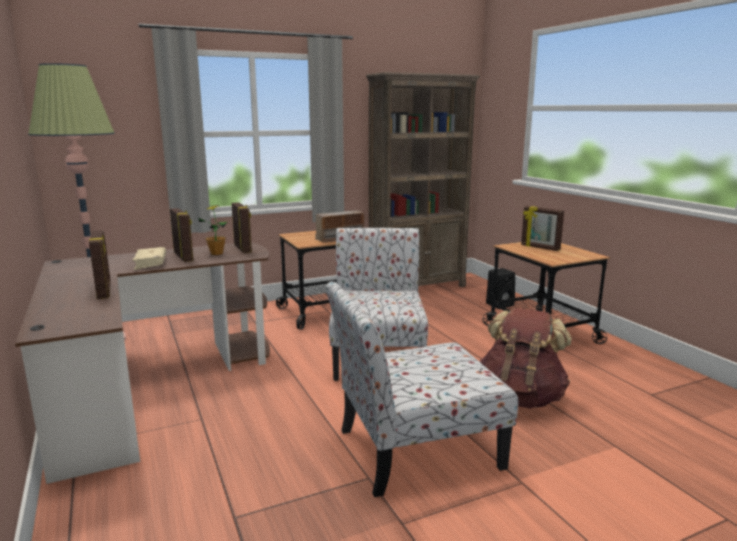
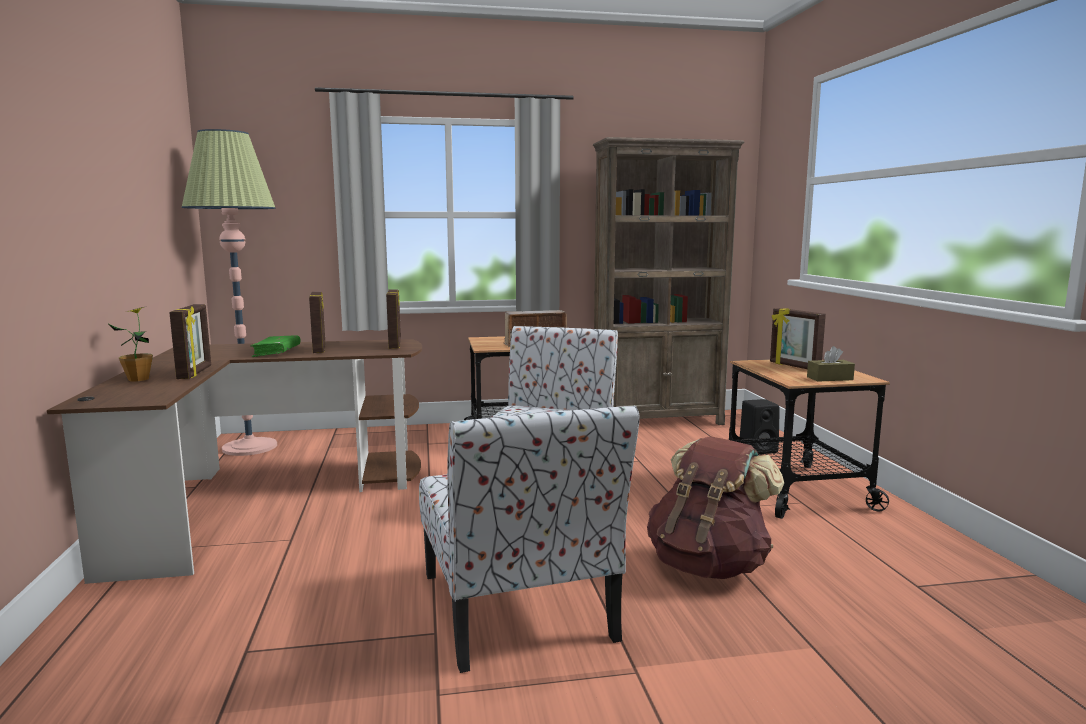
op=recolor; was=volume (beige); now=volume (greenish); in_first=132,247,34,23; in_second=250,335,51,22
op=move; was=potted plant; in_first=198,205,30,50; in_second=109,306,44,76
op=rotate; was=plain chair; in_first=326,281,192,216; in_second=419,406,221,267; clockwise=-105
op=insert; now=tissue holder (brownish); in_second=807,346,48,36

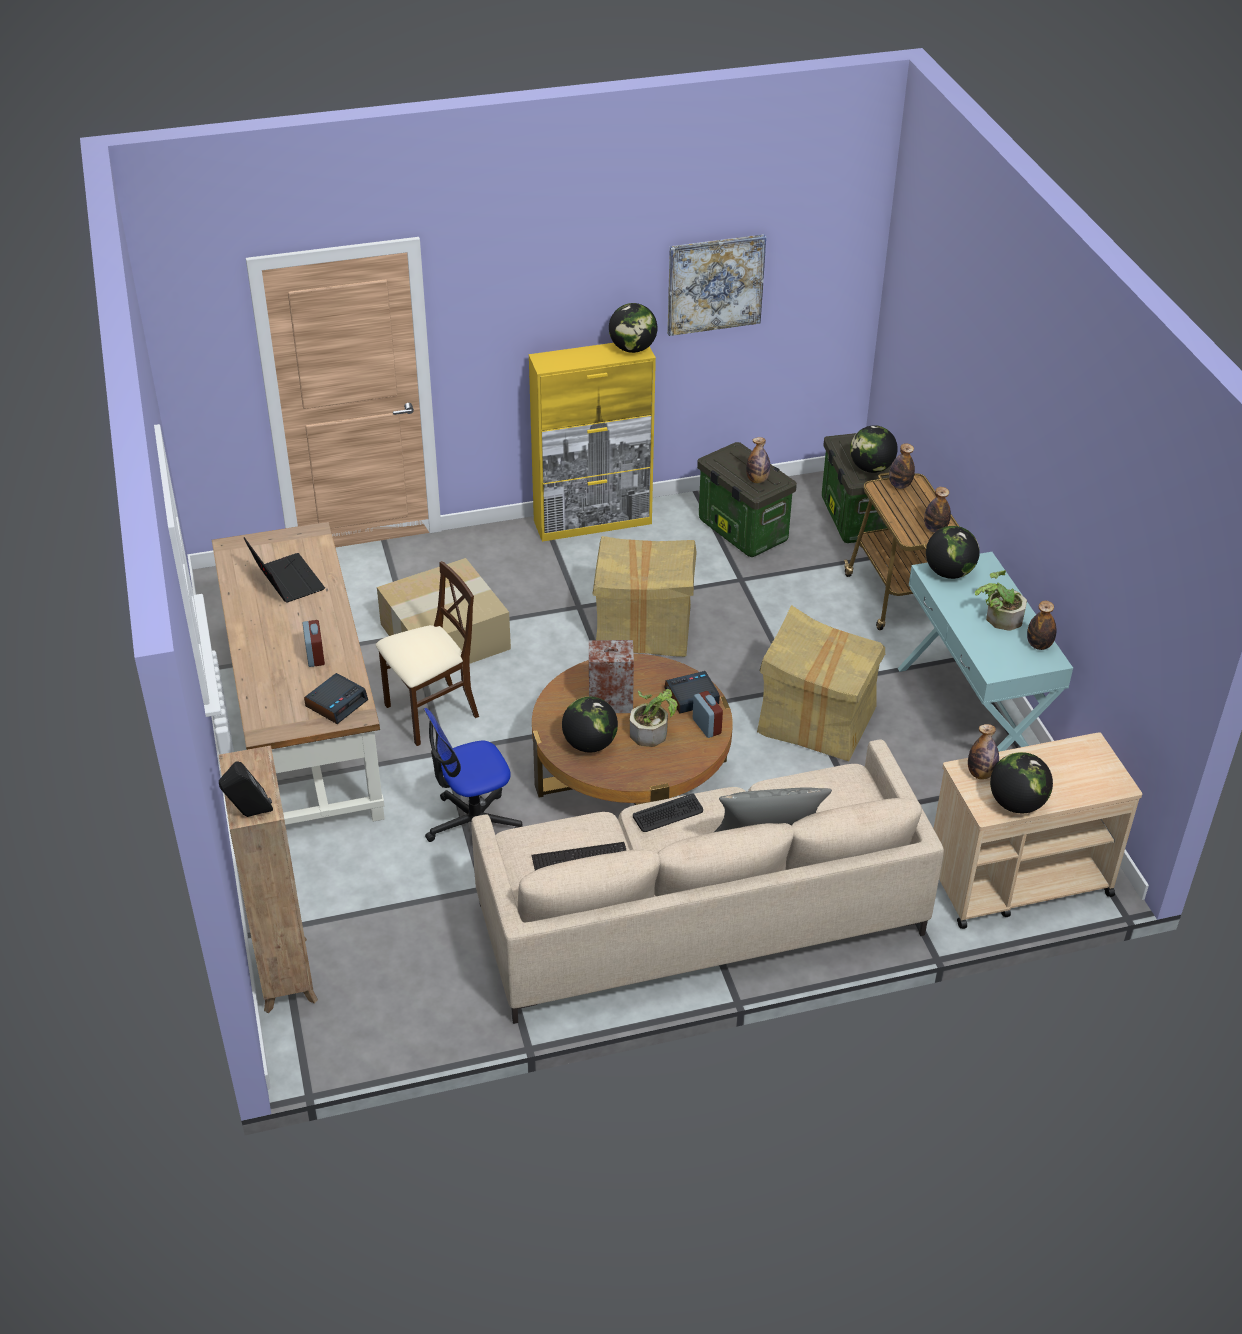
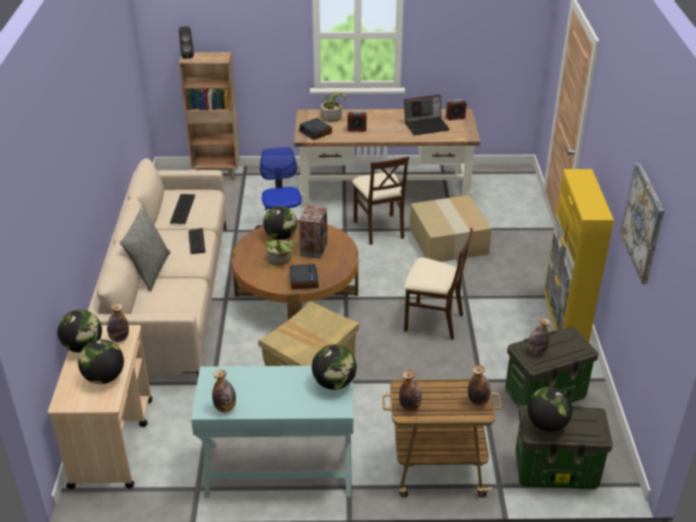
op=replace; was=packing box; now=plain chair (beige); in_first=592,536,105,121; in_second=404,228,69,112
op=move; was=globe; in_first=609,303,48,50; in_second=78,339,46,45
op=move; was=table clock; in_first=693,691,30,47; in_second=446,99,21,21
op=move; was=potted plant; in_first=975,570,52,61; in_second=321,92,25,30

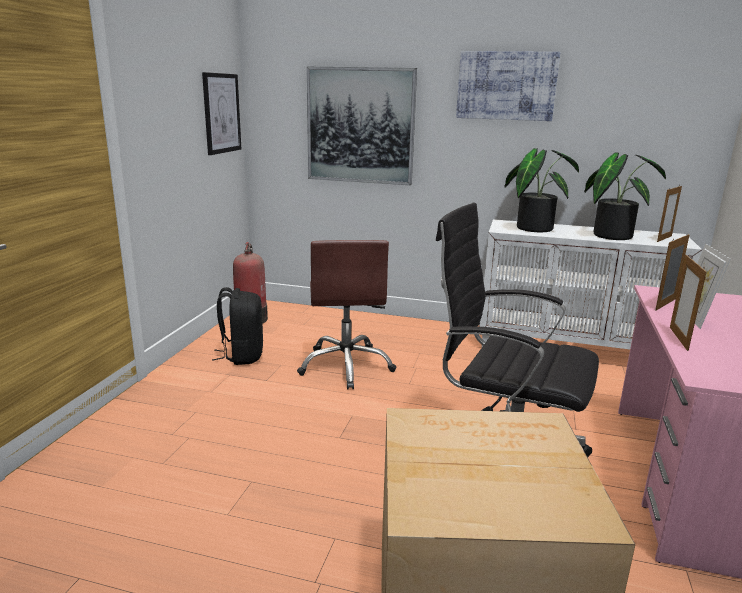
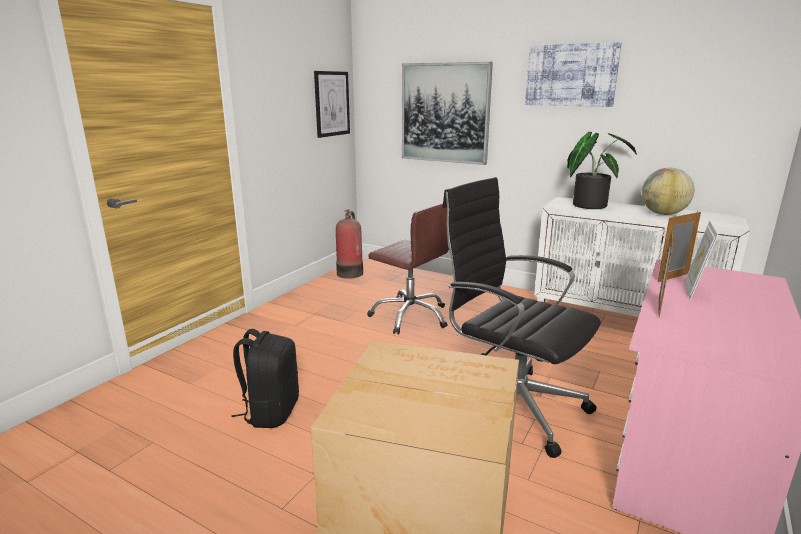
op=move; was=knapsack (black); in_first=212,287,51,78; in_second=231,329,68,99
op=rotate; was=computer chair (brownish); in_first=297,240,99,149; in_second=367,203,82,131; clockwise=-60
op=replace; was=potted plant; now=globe; in_first=584,152,82,88; in_second=642,168,52,47
op=delete; was=picture frame; in_first=657,186,25,56

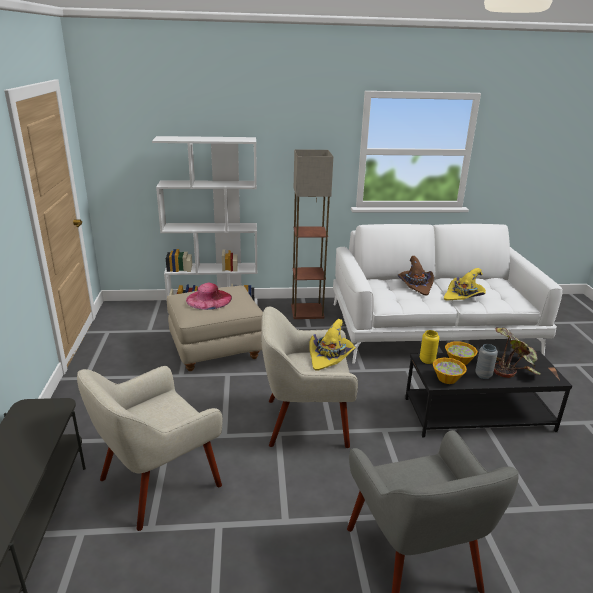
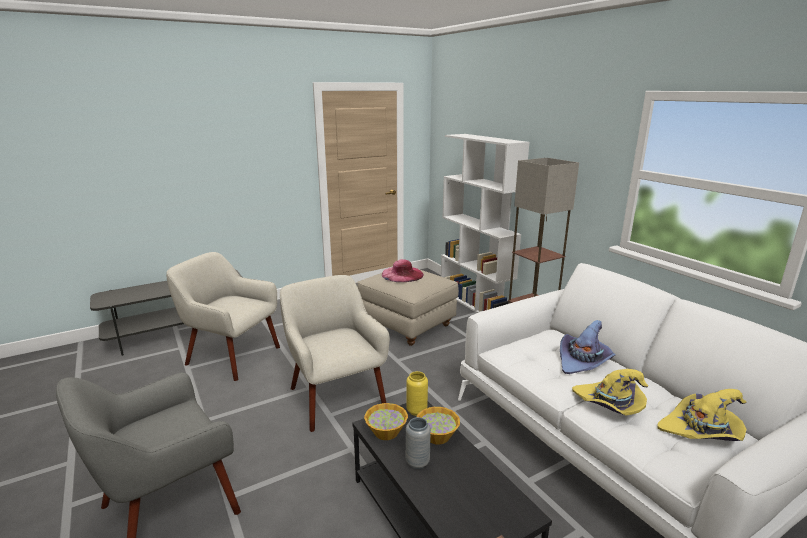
op=move; was=hat (yellowish); in_first=309,319,46,51; in_second=657,389,89,52
op=recolor; was=hat (brownish); now=hat (purplish); in_first=398,256,36,40; in_second=560,320,55,54
op=delete; was=potted plant; in_first=494,327,46,51

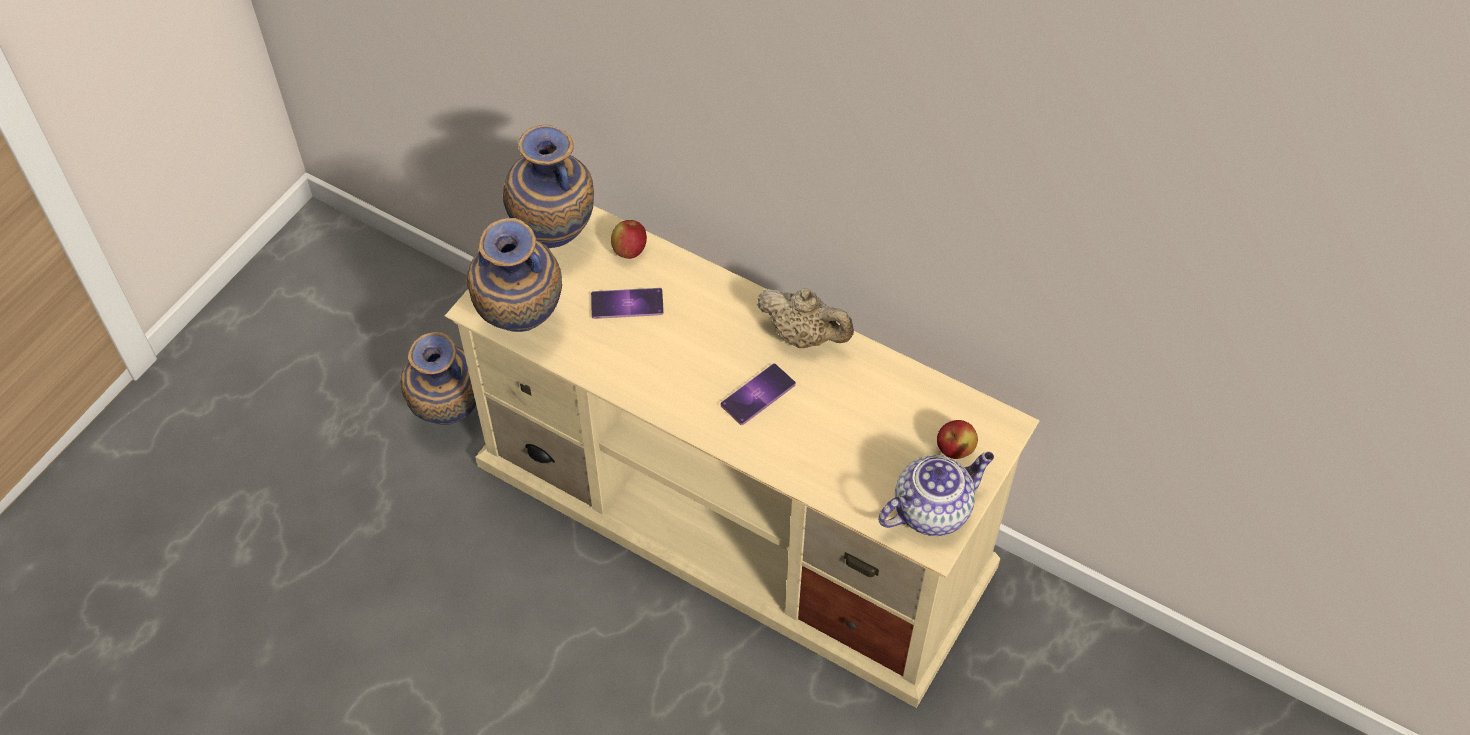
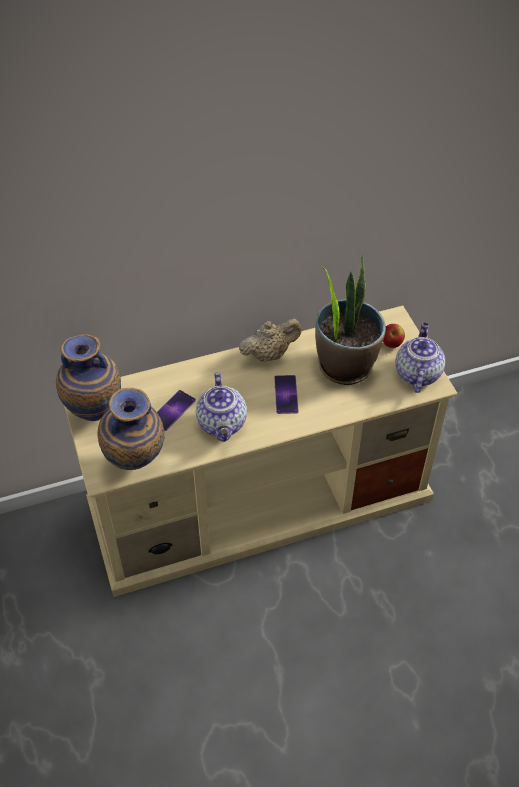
op=delete; was=decorative vase; in_first=400,332,76,93
op=delete; was=whole apple; in_first=611,220,36,39
op=insert; now=tea pot; in_second=196,373,51,69
op=insert; now=potted plant; in_second=315,255,71,130

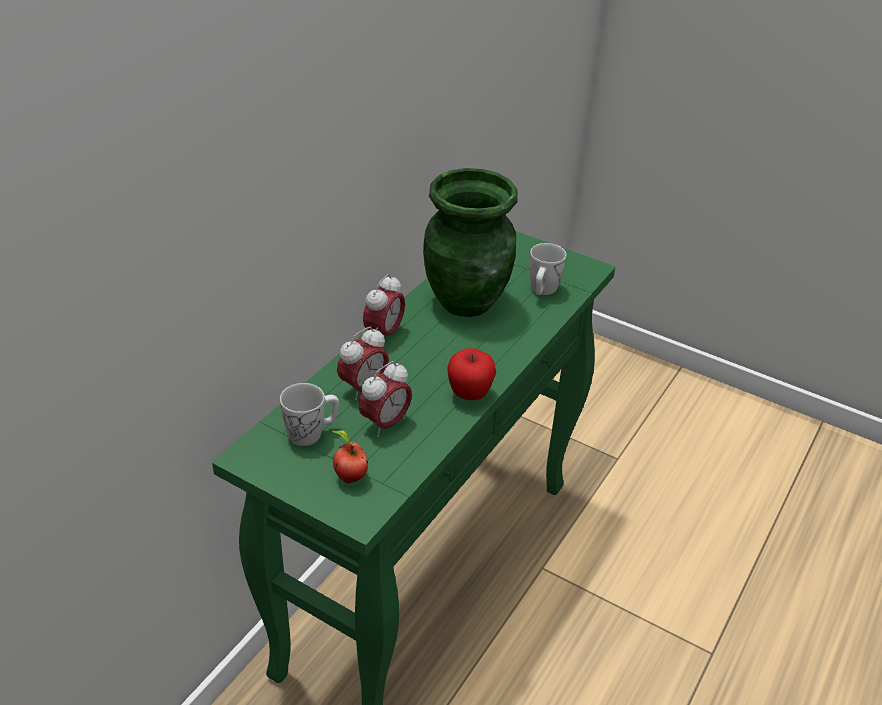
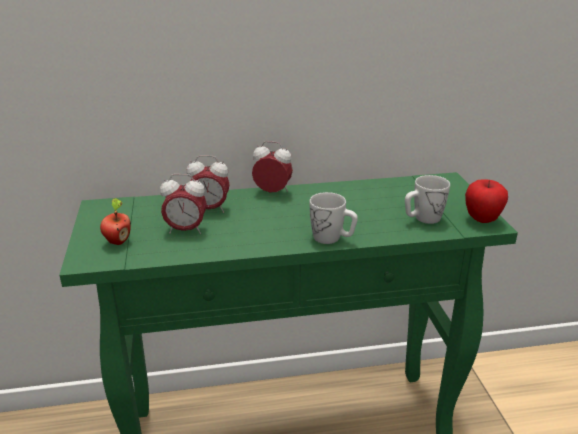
op=move; was=mug (white-coloured); in_first=280,383,59,63; in_second=309,192,49,52
op=rotate; was=table clock; in_first=363,274,42,62; in_second=252,141,41,51; clockwise=-150
op=delete; was=decorative vase (greenish); in_first=423,168,94,149
op=move; was=whole apple; in_first=447,348,49,52; in_second=465,179,43,44

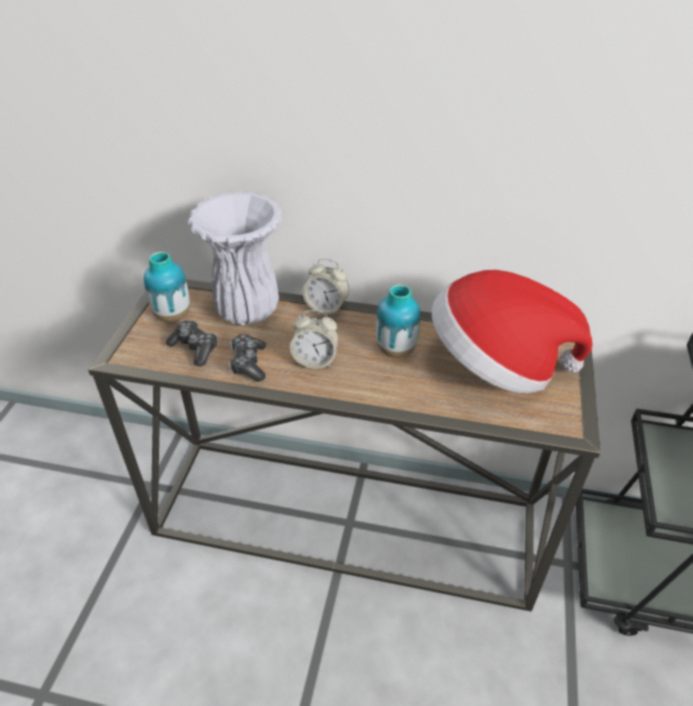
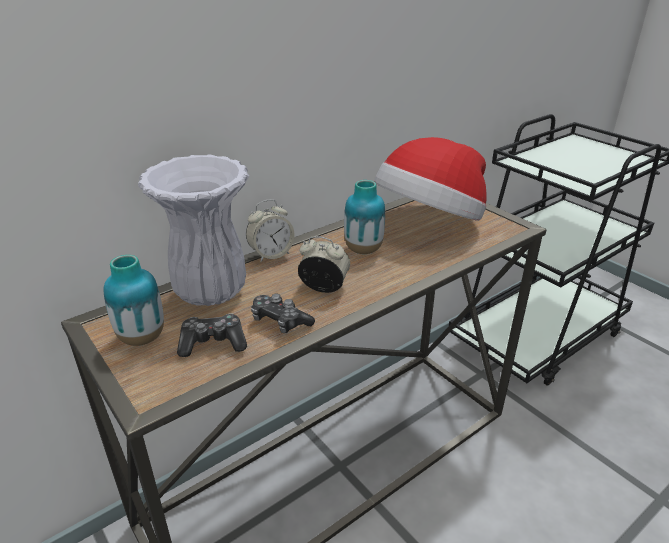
op=rotate; was=table clock; in_first=290,310,49,59; in_second=298,236,52,57; clockwise=-120

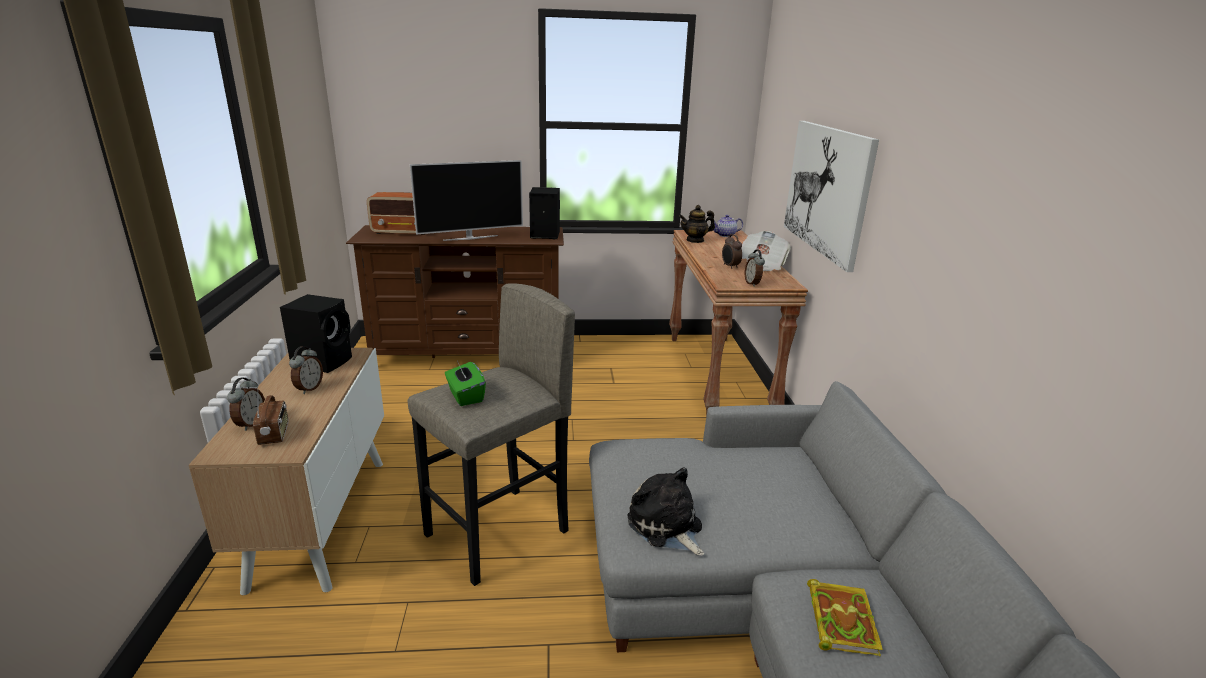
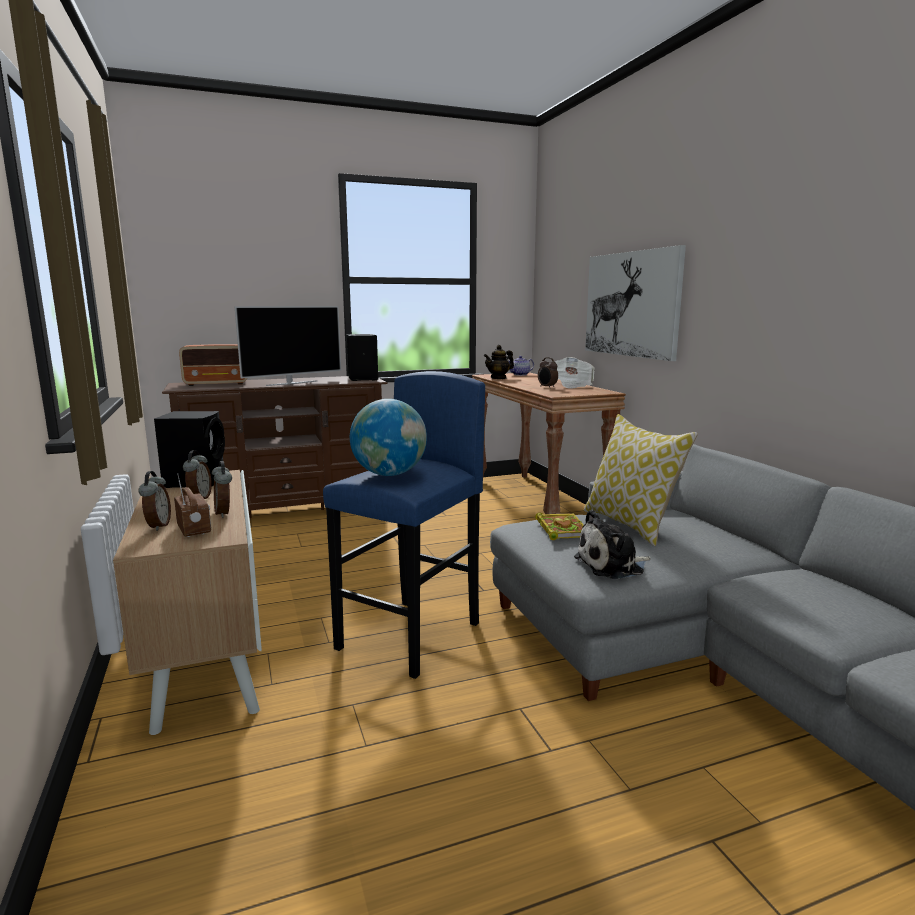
op=recolor; was=stool (gray); now=stool (blue-coloured); in_first=408,283,167,303; in_second=323,371,162,308
op=replace; was=tissue holder (greenish); now=globe; in_first=445,361,41,45; in_second=350,399,77,77
op=rotate; was=soft toy; in_first=627,467,77,89; in_second=574,510,77,69; clockwise=-60
op=move; was=table clock; in_first=745,250,20,37; in_second=212,461,20,57
op=move; was=volume; in_first=807,579,76,77; in_second=535,512,49,28
op=insert; now=cushion; in_second=584,414,114,132

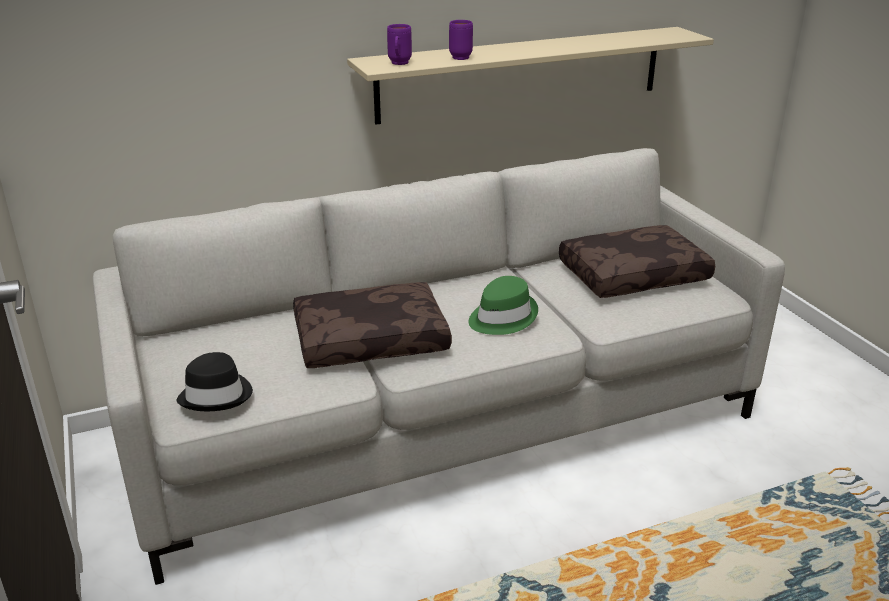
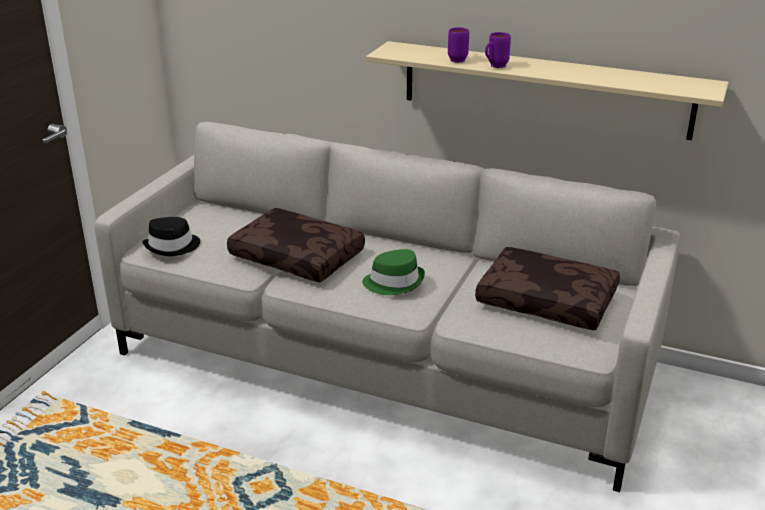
op=move; was=mug (purplish); in_first=387,24,25,41; in_second=485,32,26,36

